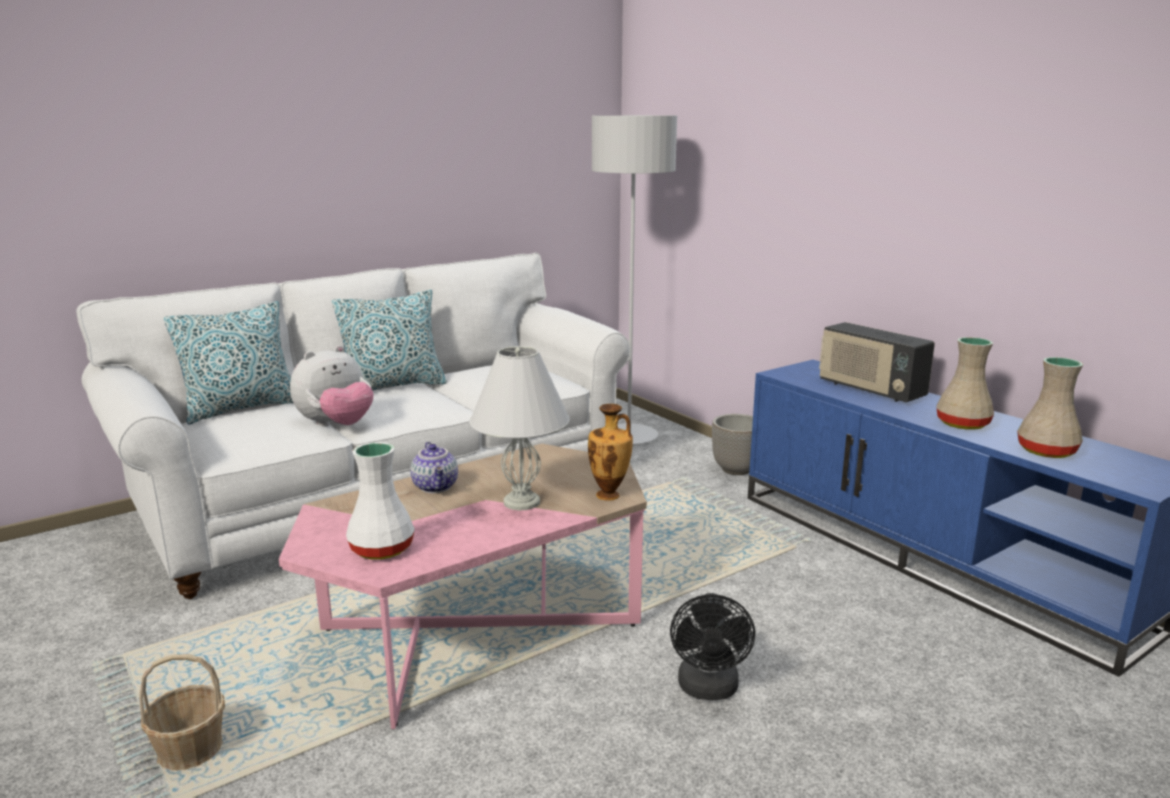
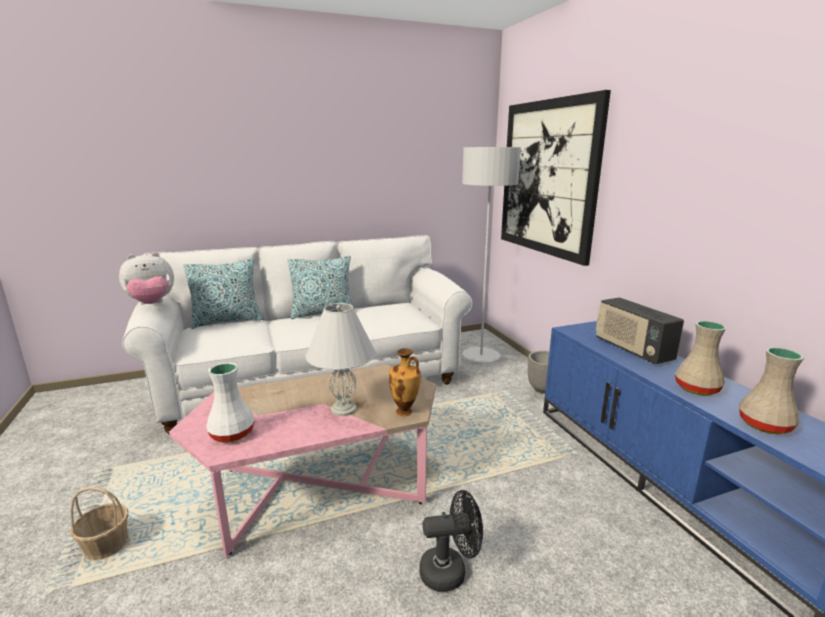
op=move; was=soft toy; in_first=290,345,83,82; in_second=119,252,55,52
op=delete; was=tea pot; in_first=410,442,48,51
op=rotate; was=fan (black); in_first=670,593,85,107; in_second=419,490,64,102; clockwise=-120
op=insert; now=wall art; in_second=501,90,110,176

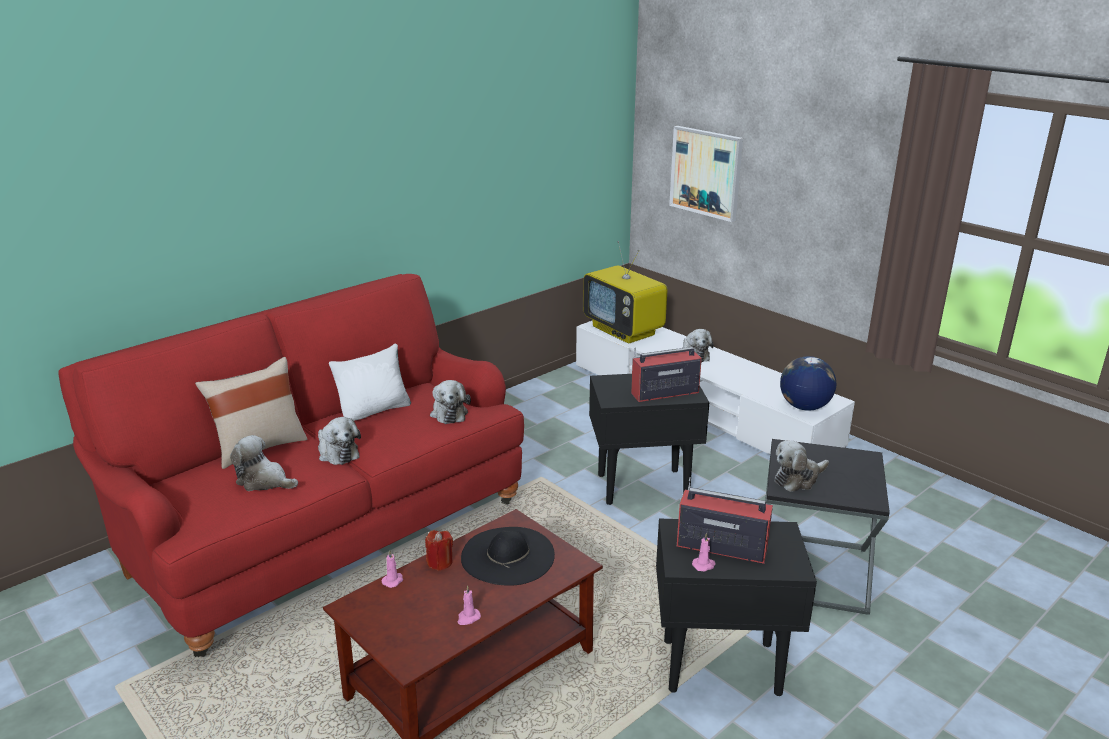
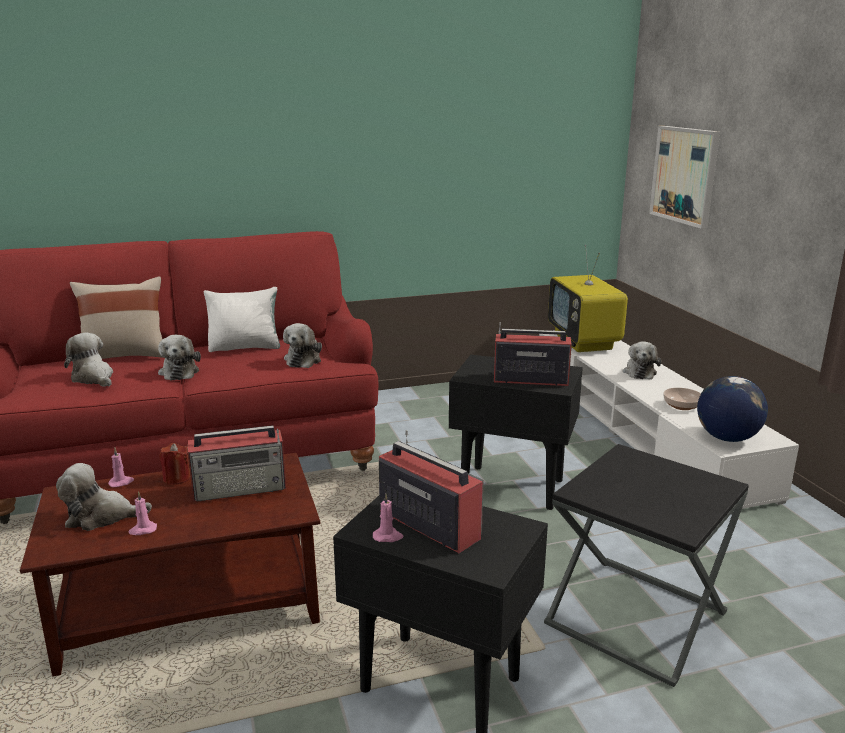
op=replace; was=hat (black); now=radio set; in_first=461,527,94,59; in_second=188,425,98,77
op=move; was=soft toy; in_first=774,440,55,52; in_second=56,463,96,68
op=insert; now=serving bowl; in_second=664,388,37,22

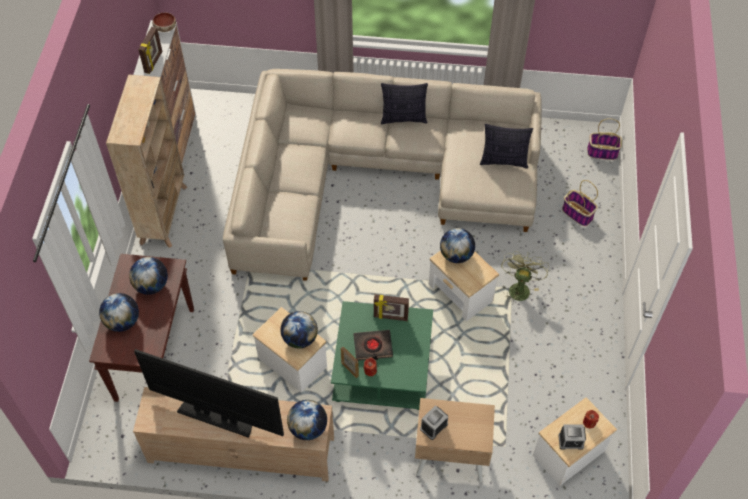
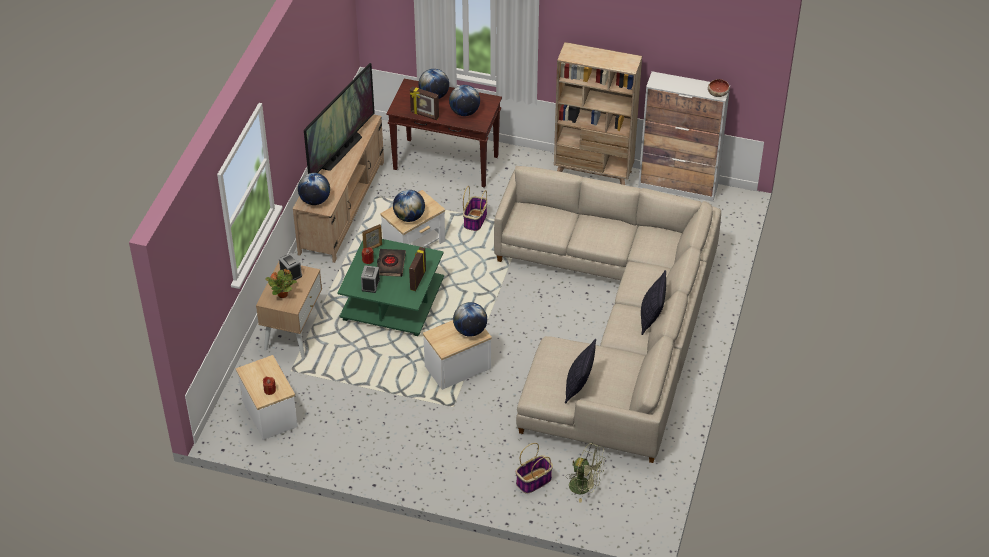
op=move; was=picture frame; in_first=138,27,24,47; in_second=410,86,29,34
op=move; was=fan (greenish); in_first=501,251,48,54; in_second=566,442,40,61
op=move; was=table clock; in_first=558,425,28,25; in_second=361,265,19,28
op=move; was=household basket; in_first=587,118,35,42; in_second=463,186,25,45
op=insert; now=potted plant; in_second=266,269,31,29

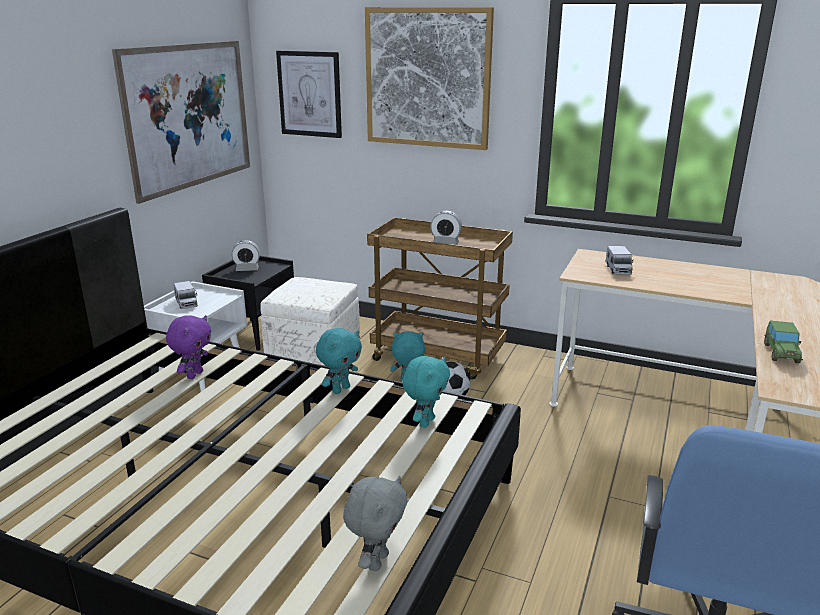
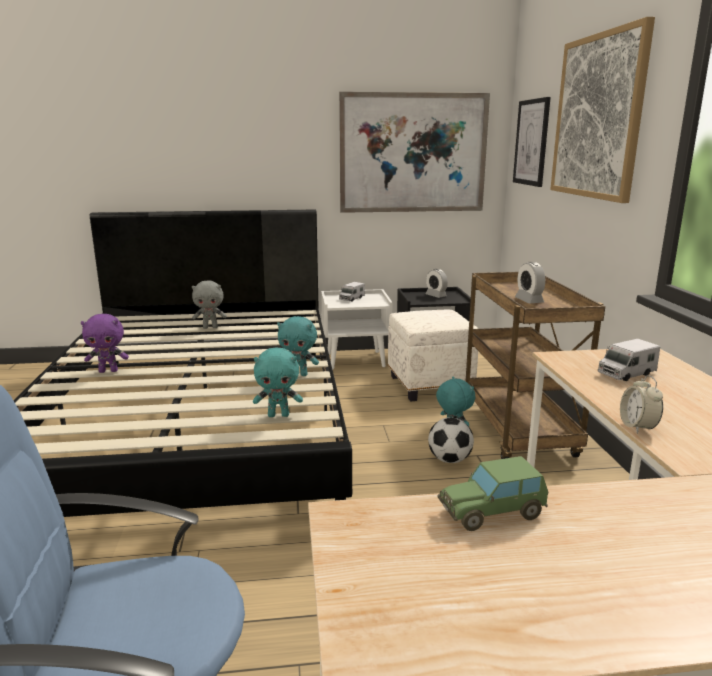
op=move; was=soft toy (purplish); in_first=166,315,45,64; in_second=81,314,48,59
op=move; was=soft toy (gray); in_first=343,476,65,95; in_second=192,280,35,49
op=insert; now=table clock; in_second=620,375,43,59

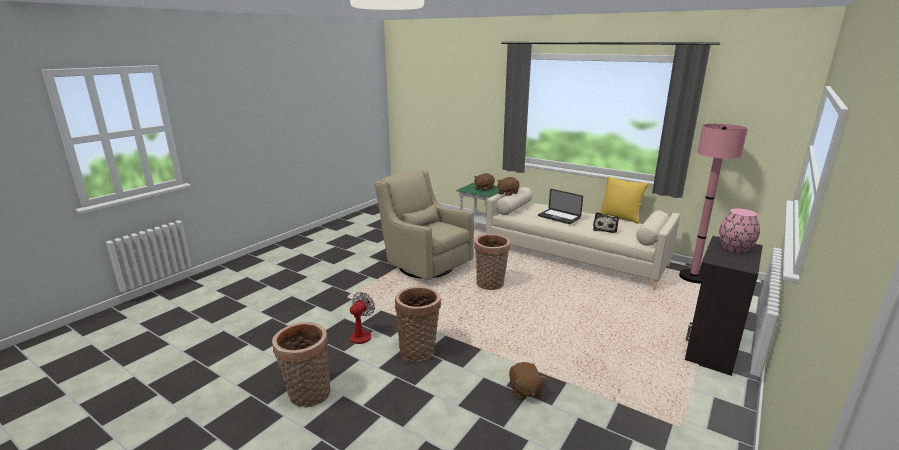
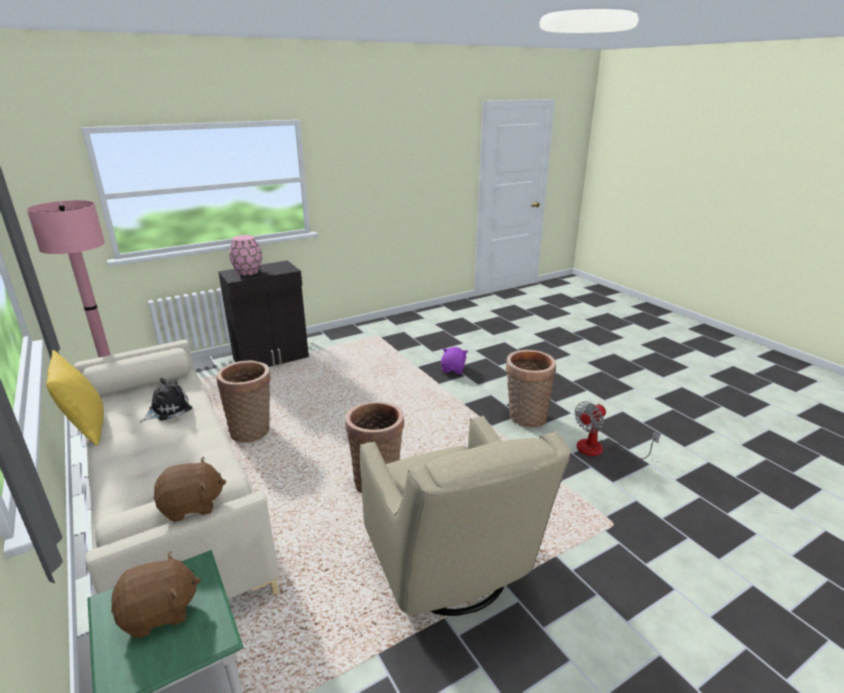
op=move; was=household basket; in_first=272,322,58,86; in_second=217,361,54,82
op=recolor; was=soft toy (brownish); now=soft toy (purplish); in_first=509,362,37,38; in_second=441,347,27,27
op=delete; was=portable computer; in_first=538,189,45,35

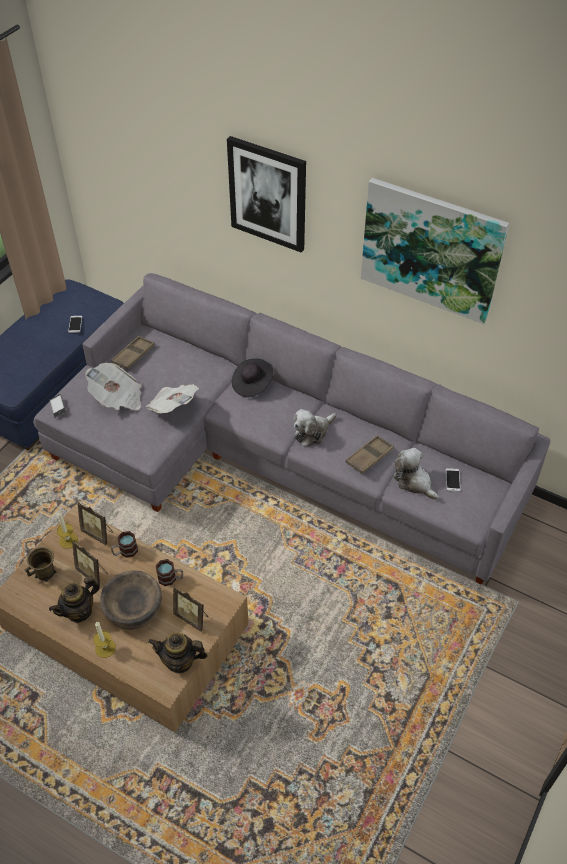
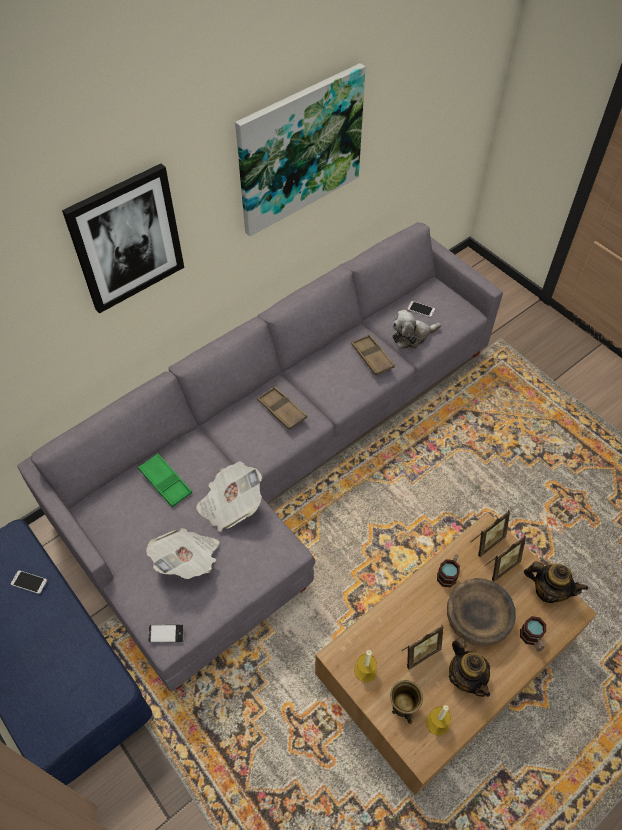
op=move; was=picture frame; in_first=78,502,35,43; in_second=470,510,40,47
op=move; was=wax light; in_first=93,621,23,37; in_second=426,705,25,30
op=move; was=carrying tray (brownish); in_first=111,336,44,33; in_second=257,386,50,44
op=move; was=mug; in_first=111,531,27,27; in_second=520,616,26,36
op=rotate; was=tea pot; in_first=148,632,60,41; in_second=524,561,64,42; clockwise=-90
op=delete; was=hat (black); in_first=232,359,41,38
op=delete; was=soft toy; in_first=294,409,43,38
op=insert; now=carrying tray (greenish); in_second=138,453,54,54

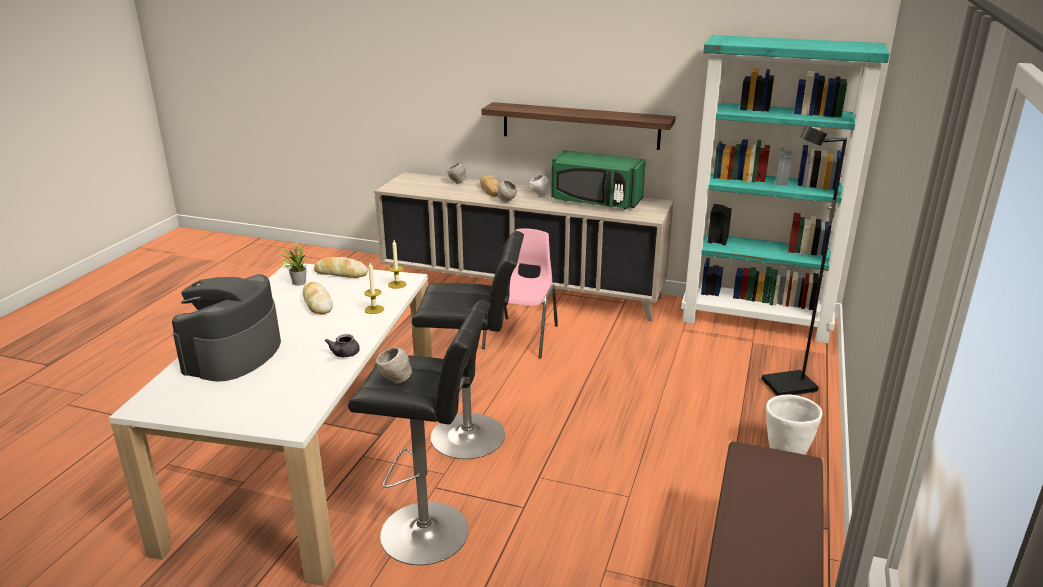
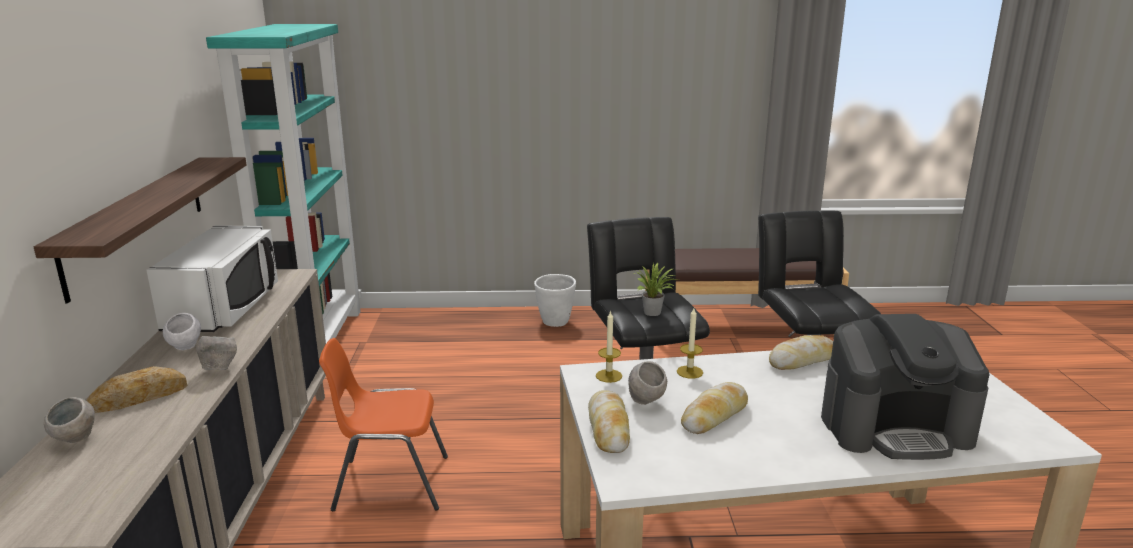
op=move; was=potted plant; in_first=278,242,33,44; in_second=633,263,45,53
op=replace; was=tea pot (gray); now=bread; in_first=325,334,35,23; in_second=769,335,64,35
op=move; was=serving bowl (gray); in_first=376,347,36,37; in_second=628,361,39,44
op=recolor; was=plain chair (pinkish); now=plain chair (orange-coloured); in_first=482,228,76,130; in_second=319,338,129,173
op=recolor; was=kitchen microwave (greenish); now=kitchen microwave (white-coloured); in_first=551,150,95,59; in_second=146,225,132,107
op=delete; was=floor lamp (black); in_first=762,125,85,271

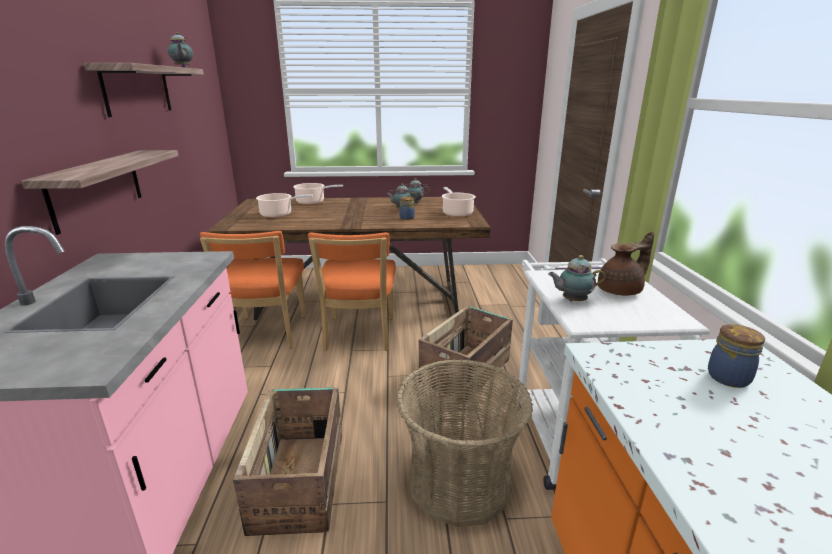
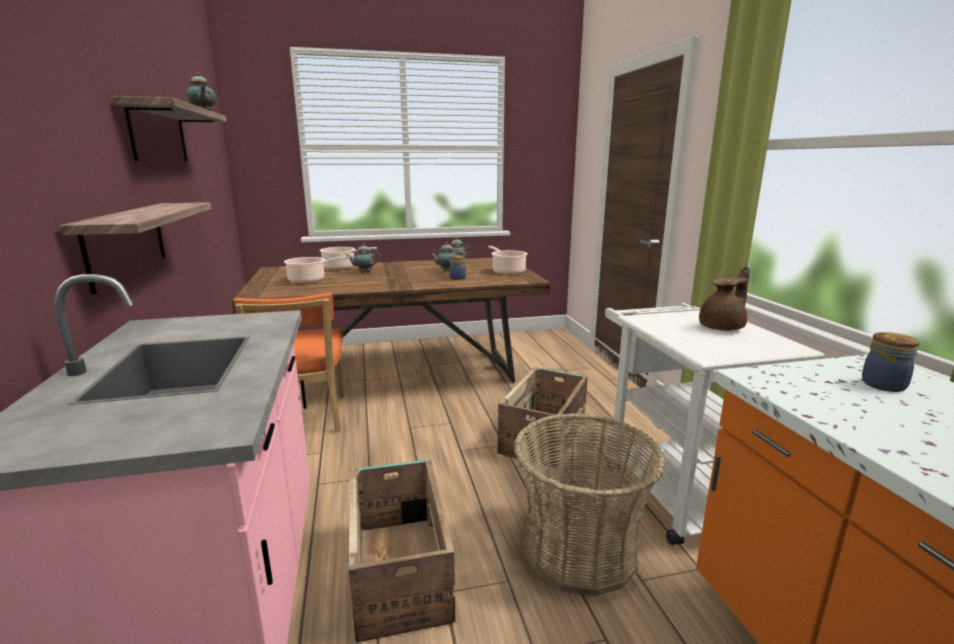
op=delete; was=plain chair (orange-coloured); in_first=308,233,88,118
op=move; was=tea pot; in_first=548,255,58,46; in_second=346,243,35,30

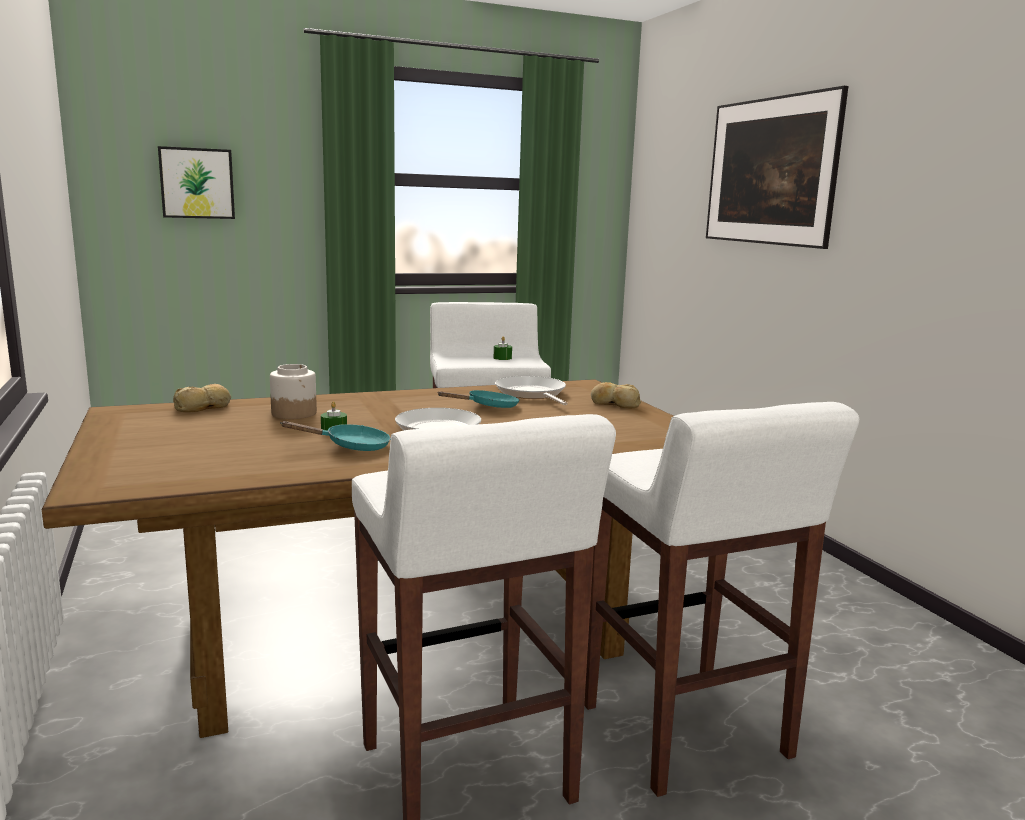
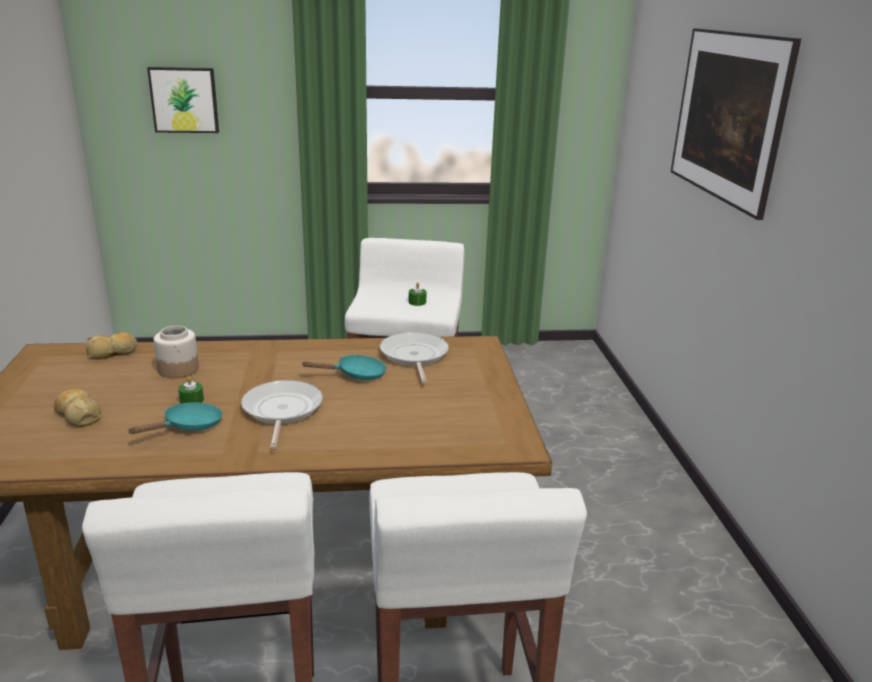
op=rotate; was=frying pan (turquoise-coloured); in_first=280,421,111,30; in_second=128,402,95,32; clockwise=-60
op=move; was=bread; in_first=591,382,50,26; in_second=54,389,47,38

